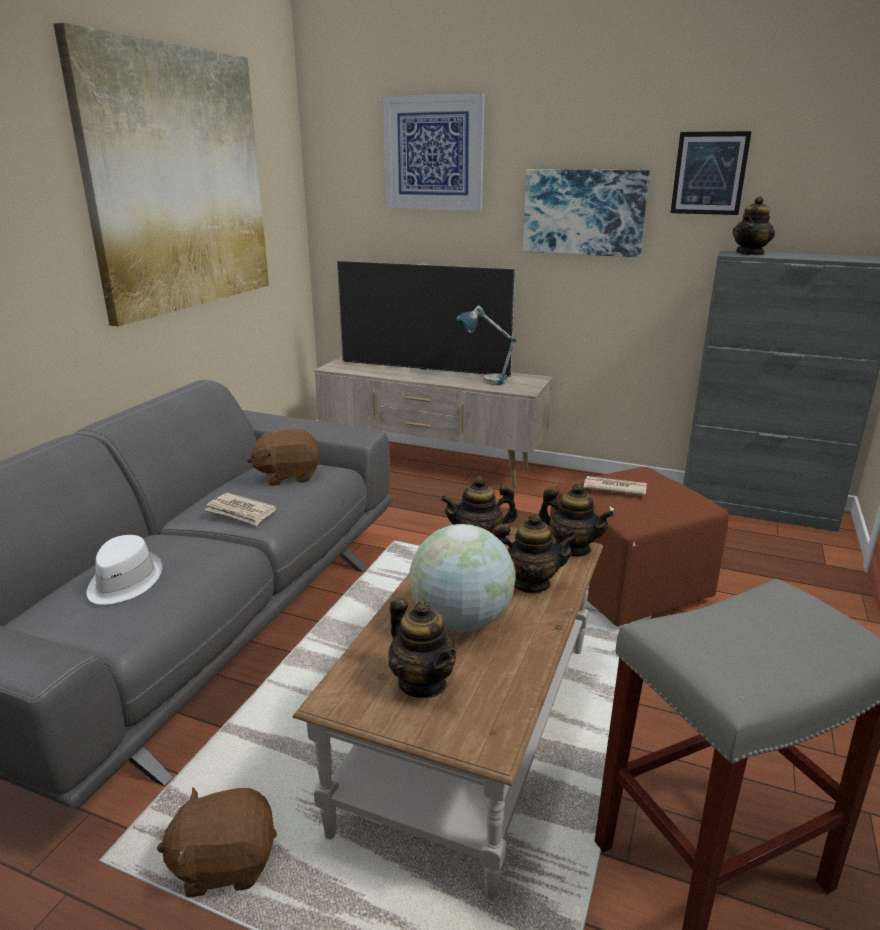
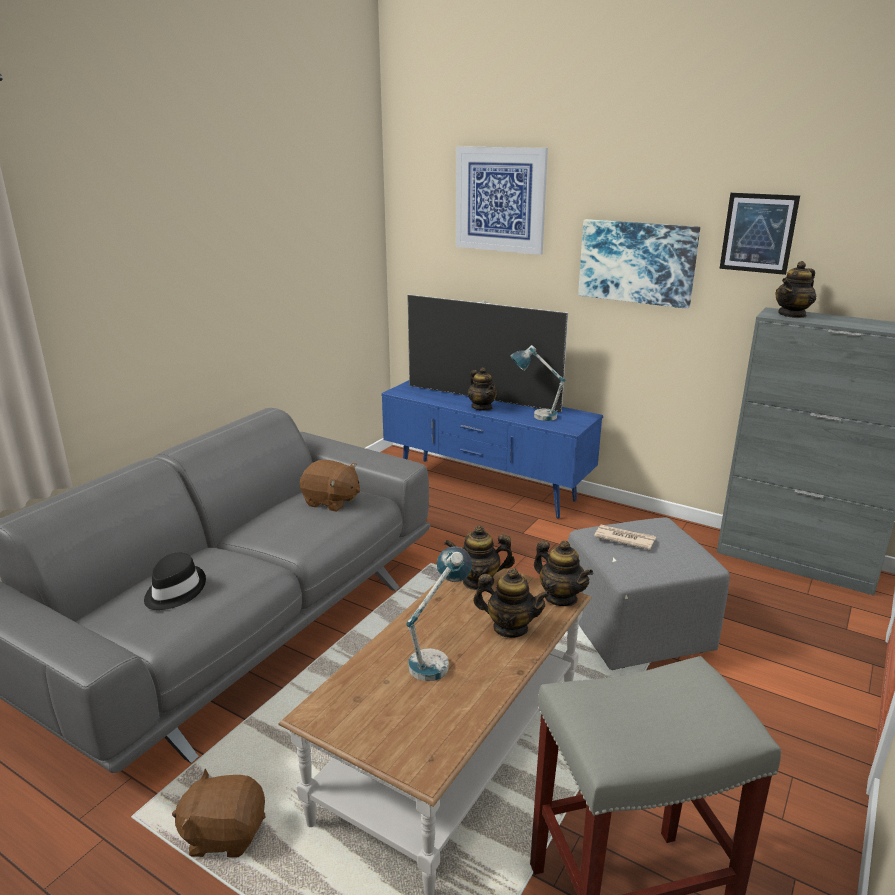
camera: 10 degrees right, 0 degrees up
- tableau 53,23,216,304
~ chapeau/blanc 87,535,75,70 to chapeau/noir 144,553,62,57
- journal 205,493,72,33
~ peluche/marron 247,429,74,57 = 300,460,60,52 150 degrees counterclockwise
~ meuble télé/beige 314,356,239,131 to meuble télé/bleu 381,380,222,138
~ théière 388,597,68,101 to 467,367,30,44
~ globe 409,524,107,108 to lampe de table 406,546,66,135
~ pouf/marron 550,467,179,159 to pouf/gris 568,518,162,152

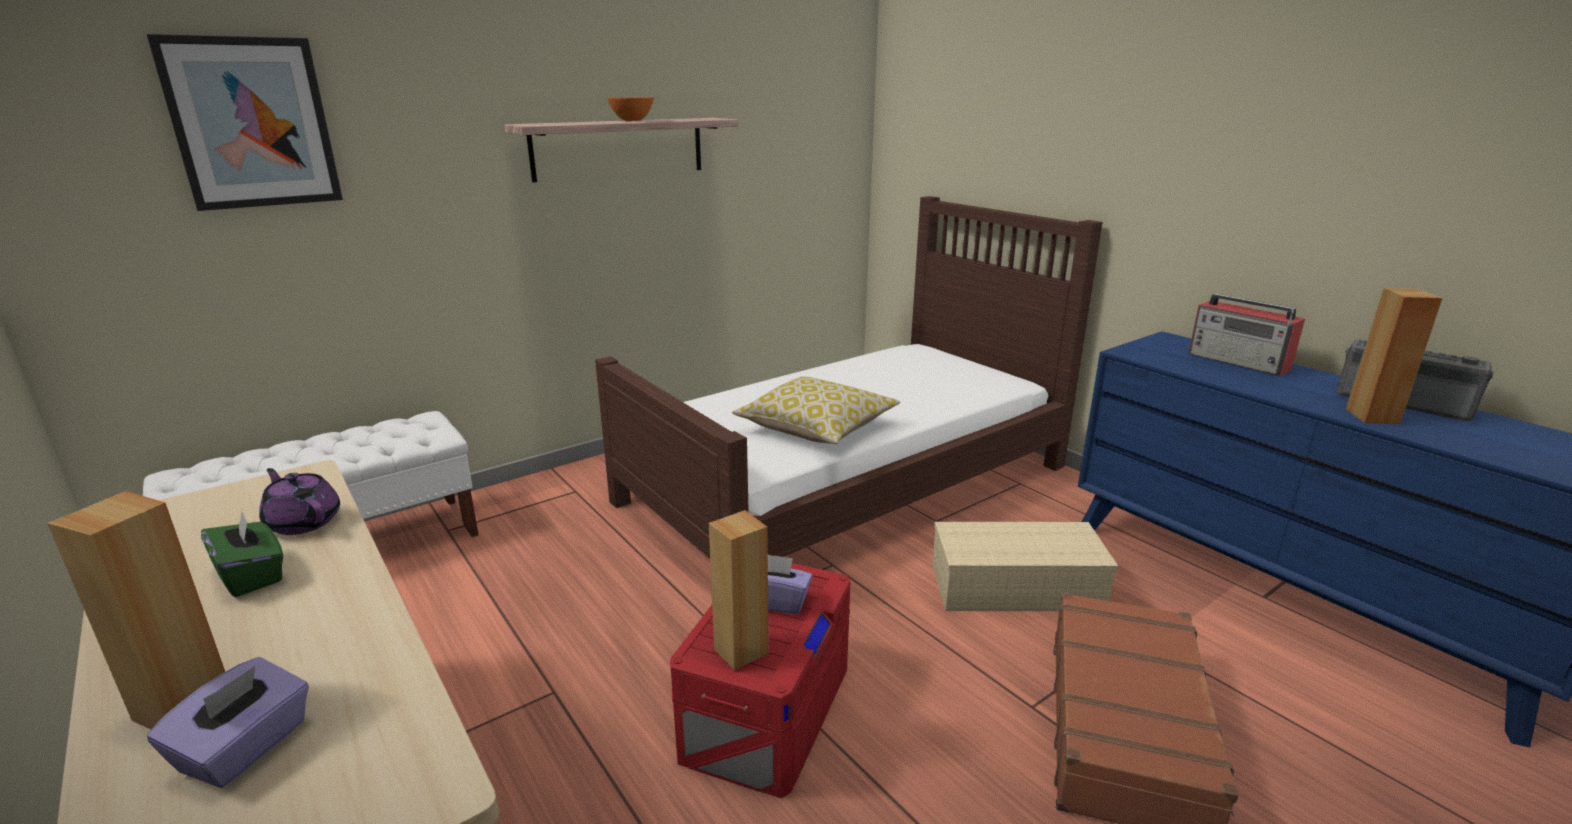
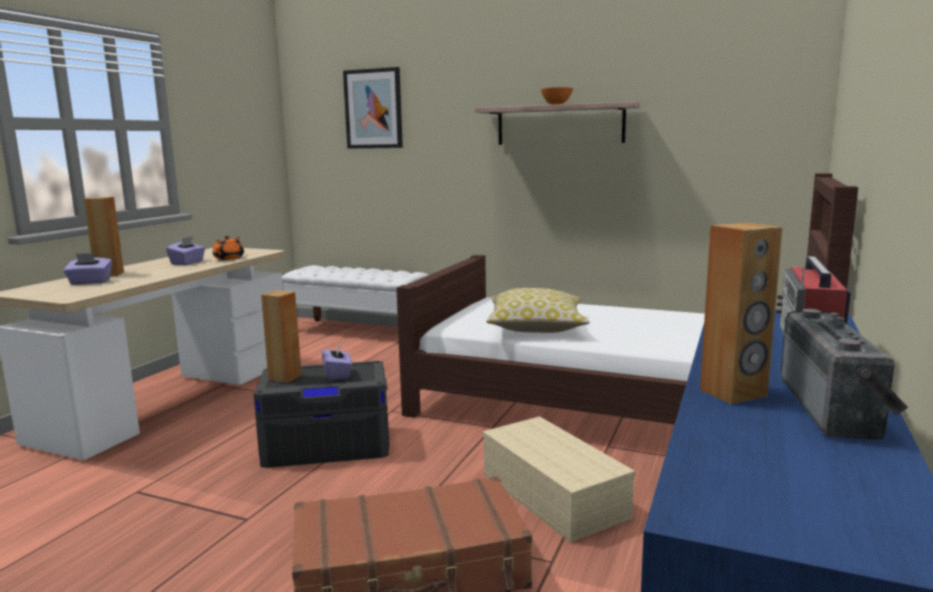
camera: 60 degrees right, 10 degrees down
~ boîte à mouchoirs/vert 201,511,82,86 to boîte à mouchoirs/violet 166,236,39,29
~ théière/violet 259,468,81,67 to théière/orange 213,235,31,25
~ boîte de rangement/rouge 670,563,180,236 to boîte de rangement/gris 253,361,136,107

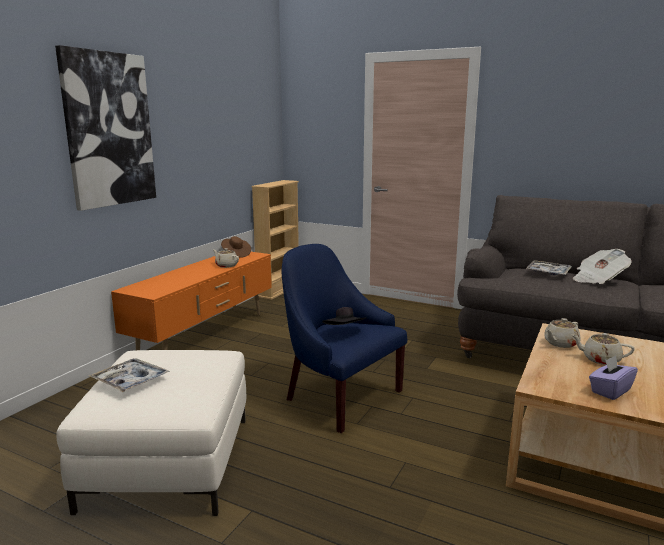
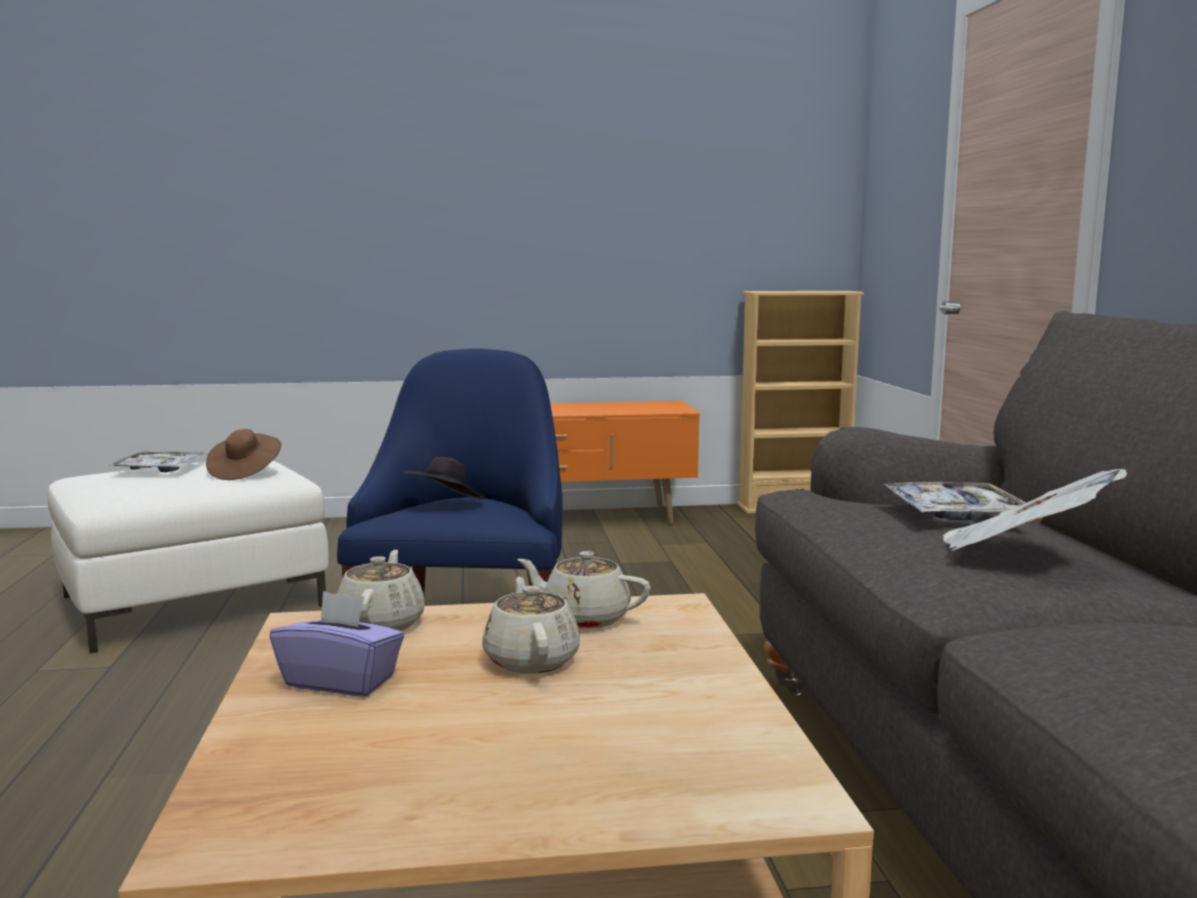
camera: 55 degrees right, 5 degrees down
- tableau 55,45,101,166
~ théière/beige 213,248,26,20 to 337,550,88,81
~ chapeau/marron 221,236,30,22 to 206,429,75,51

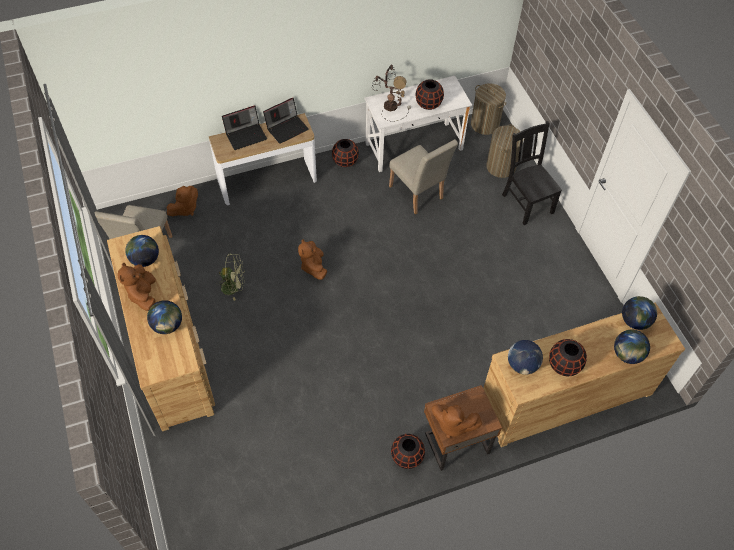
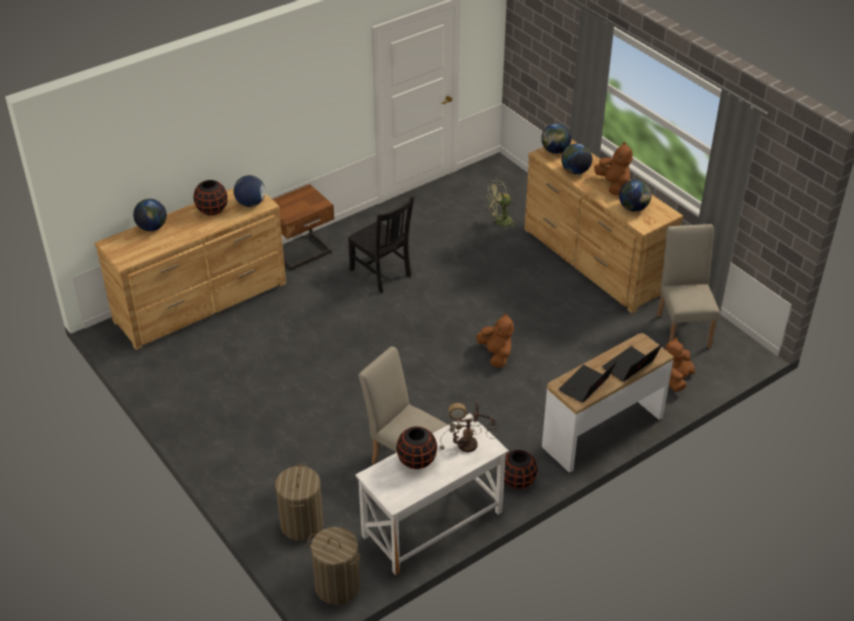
camera: 165 degrees right, 15 degrees down
~ ventilateur/vert 216,254,29,47 to 486,181,32,49
- vase/noir 391,434,34,35
- peluche/marron 432,404,50,34
~ chaise/noir 502,121,60,104 to 348,196,66,97
~ globe 622,296,35,34 to 541,123,31,31

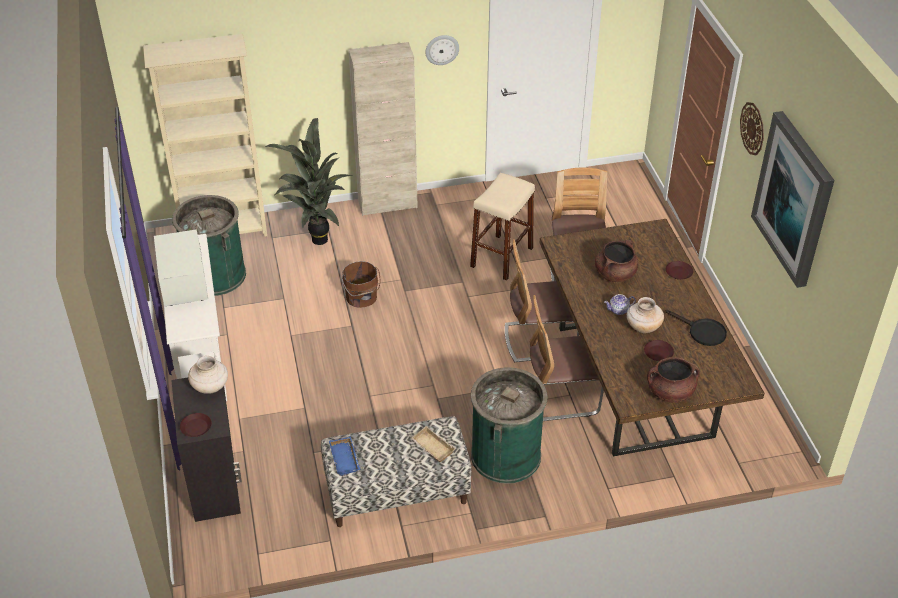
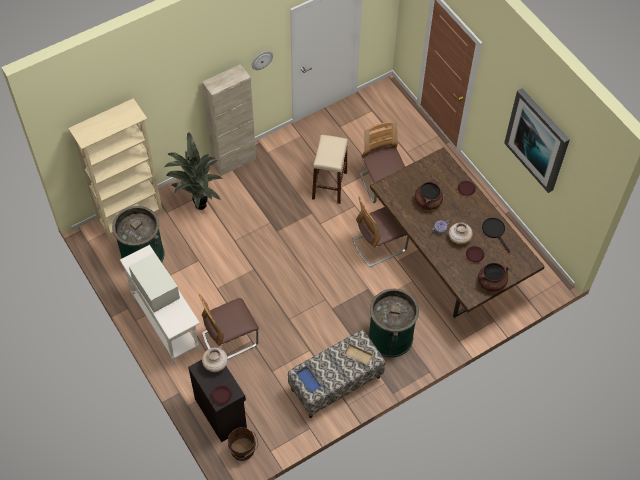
camera: 20 degrees left, 15 degrees up
~ seau/marron 342,261,38,47 to 228,427,30,34
~ chaise 530,295,74,126 to 199,294,60,65
~ poêle/noir 666,310,61,36 = 482,218,28,35 135 degrees counterclockwise
- horloge murale 740,102,24,53

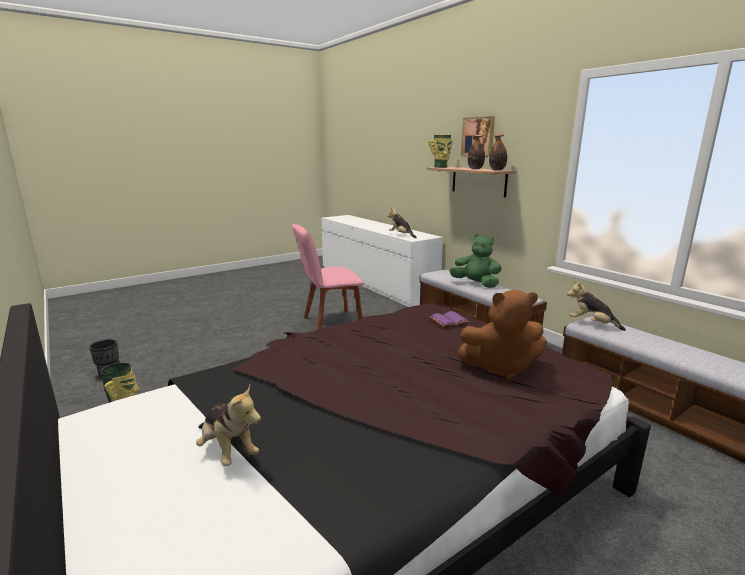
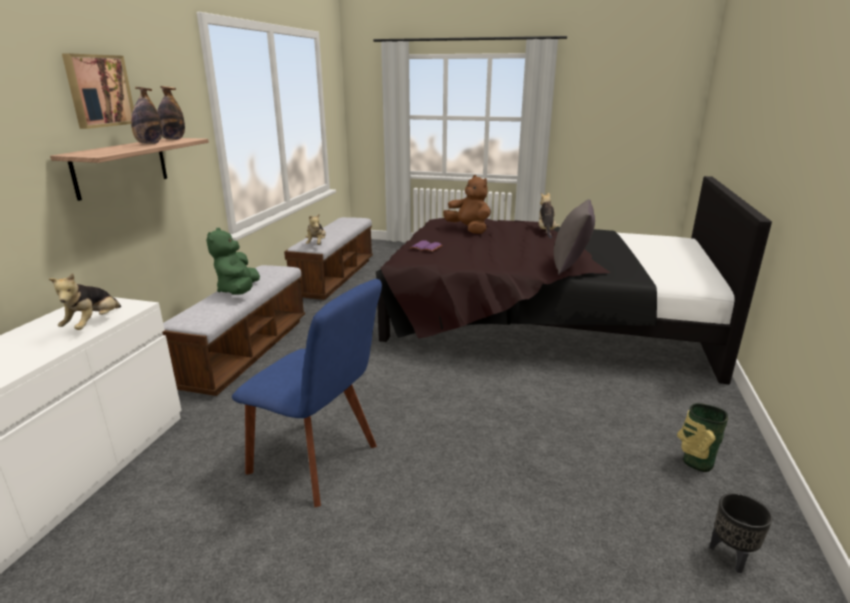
camera: 130 degrees left, 5 degrees up
~ peluche 196,385,65,81 to 539,193,21,46
~ chaise/rose 292,224,72,106 to chaise/bleu 232,279,150,228
- vase 428,135,25,33
+ coussin/gris 554,199,41,76

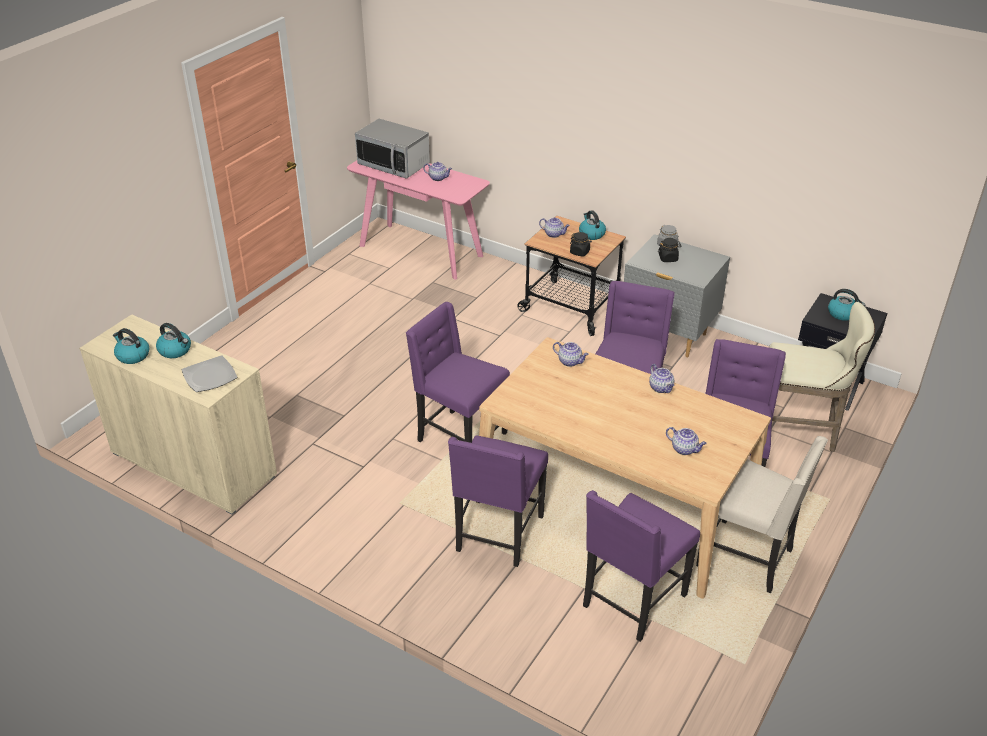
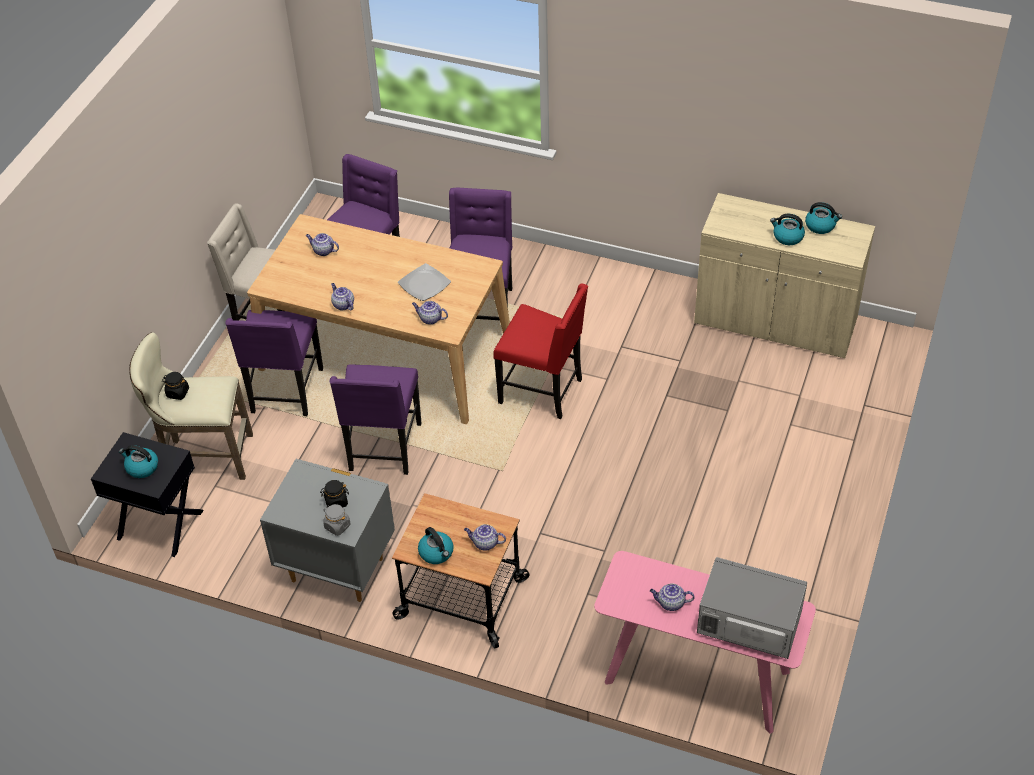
camera: 170 degrees right, 10 degrees up
~ assiette 182,355,56,37 to 398,263,53,38
~ chaise/violet 406,302,104,141 to chaise/rouge 493,284,95,135
~ bocal/noir 570,232,22,25 to 162,372,27,28

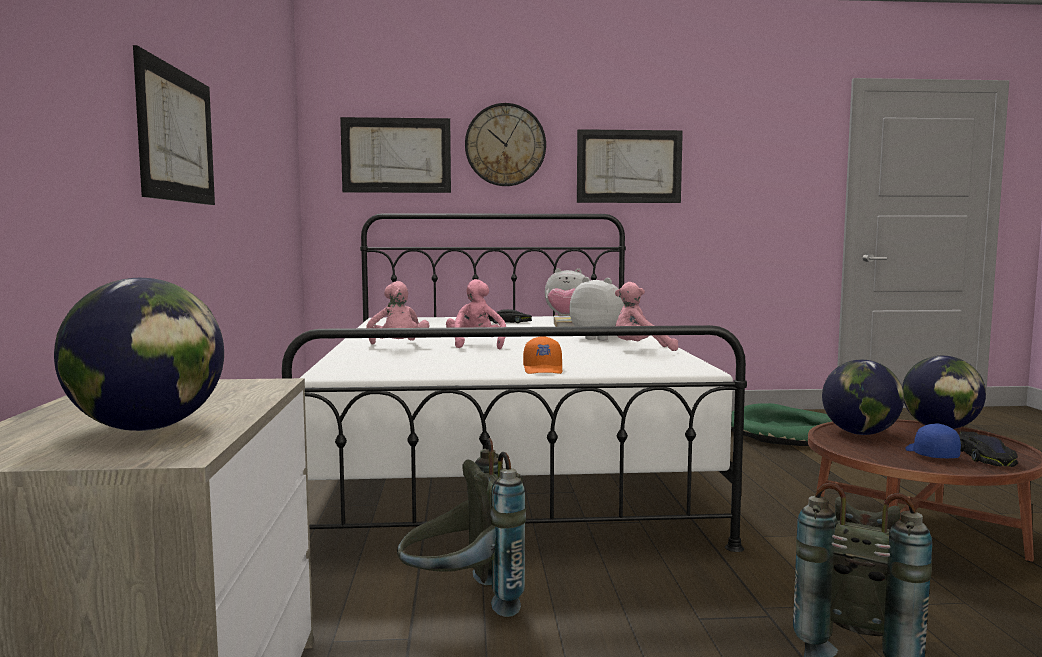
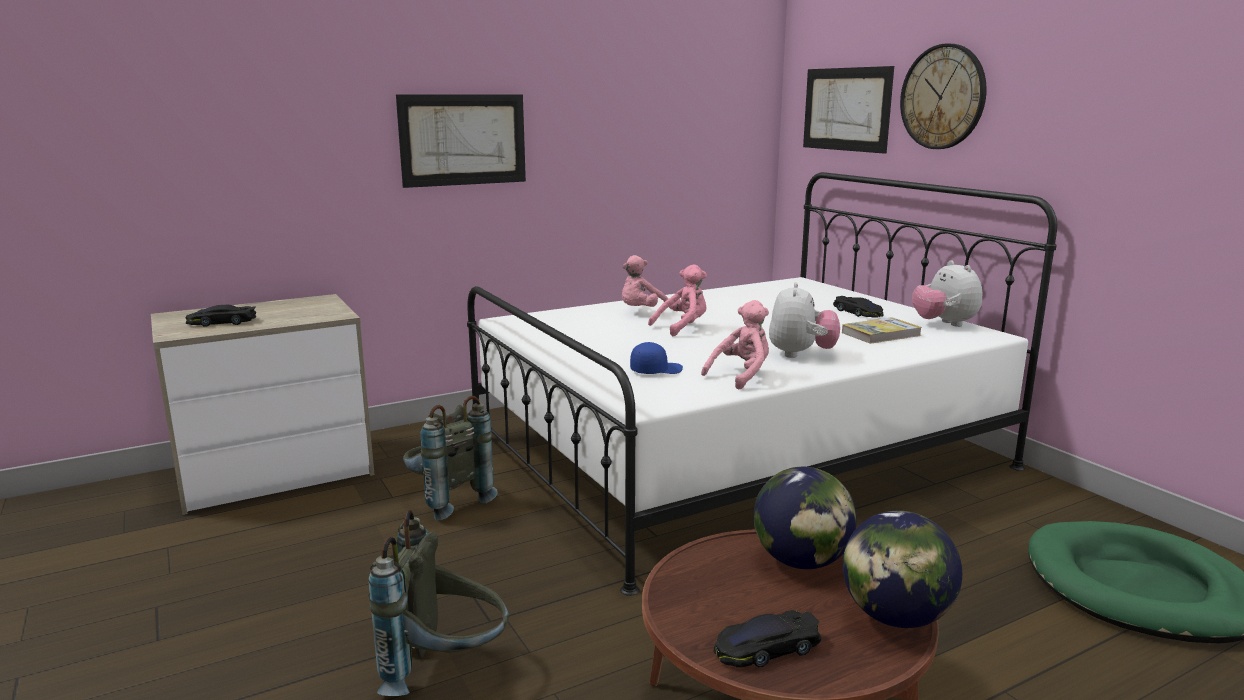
camera: 65 degrees right, 10 degrees up
~ globe 54,278,170,153 to petite voiture/noir 185,305,72,22
- casquette/orange 523,336,39,38
- tableau 577,129,106,74
~ peluche/rose 615,282,63,69 = 701,300,68,90 75 degrees clockwise
~ casquette/bleu 905,424,56,34 to 630,342,53,32

